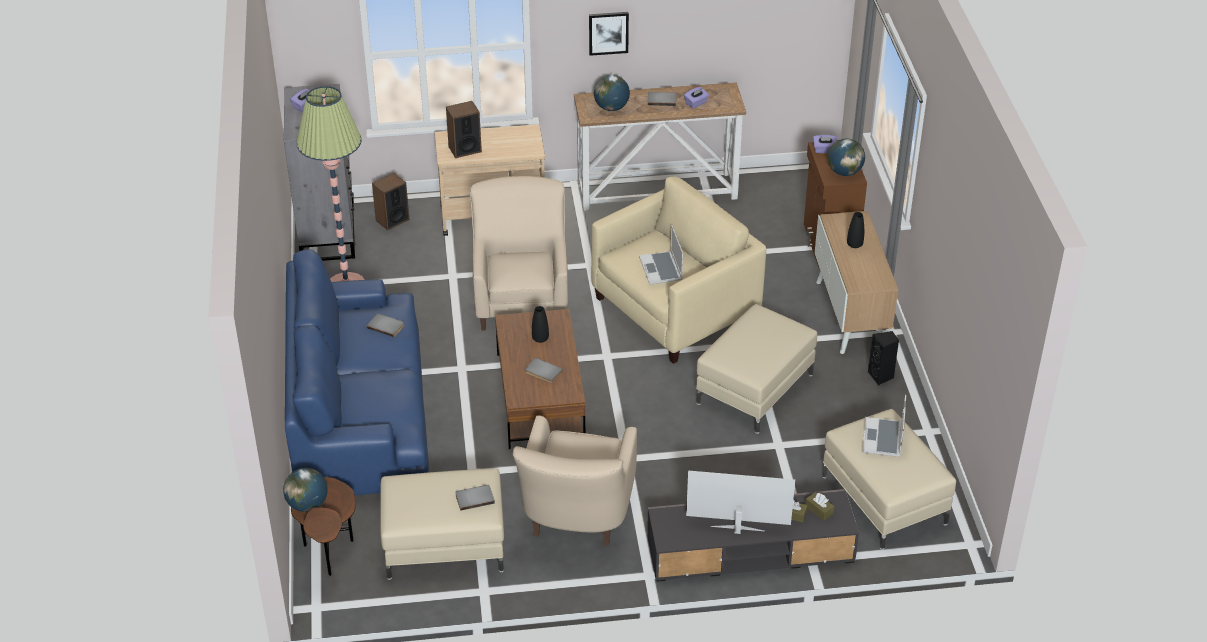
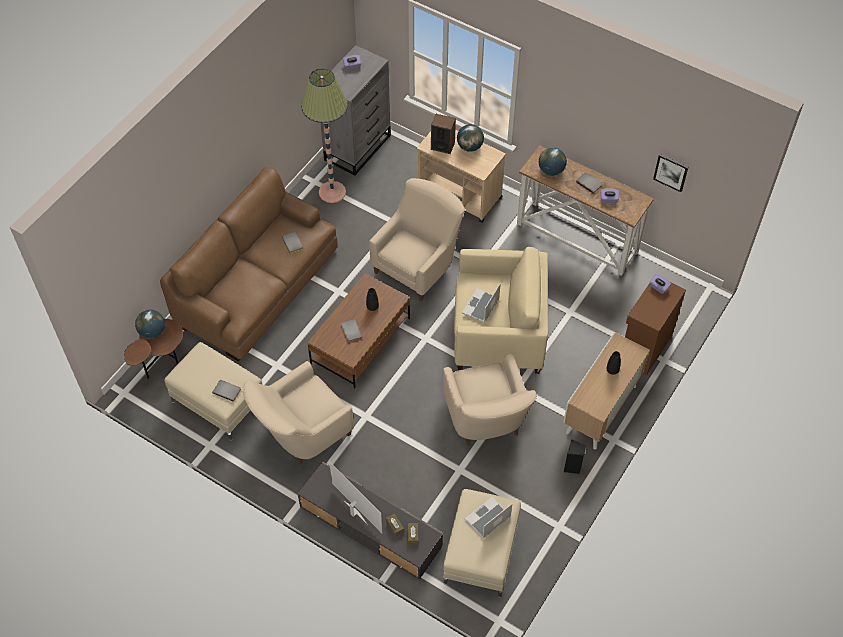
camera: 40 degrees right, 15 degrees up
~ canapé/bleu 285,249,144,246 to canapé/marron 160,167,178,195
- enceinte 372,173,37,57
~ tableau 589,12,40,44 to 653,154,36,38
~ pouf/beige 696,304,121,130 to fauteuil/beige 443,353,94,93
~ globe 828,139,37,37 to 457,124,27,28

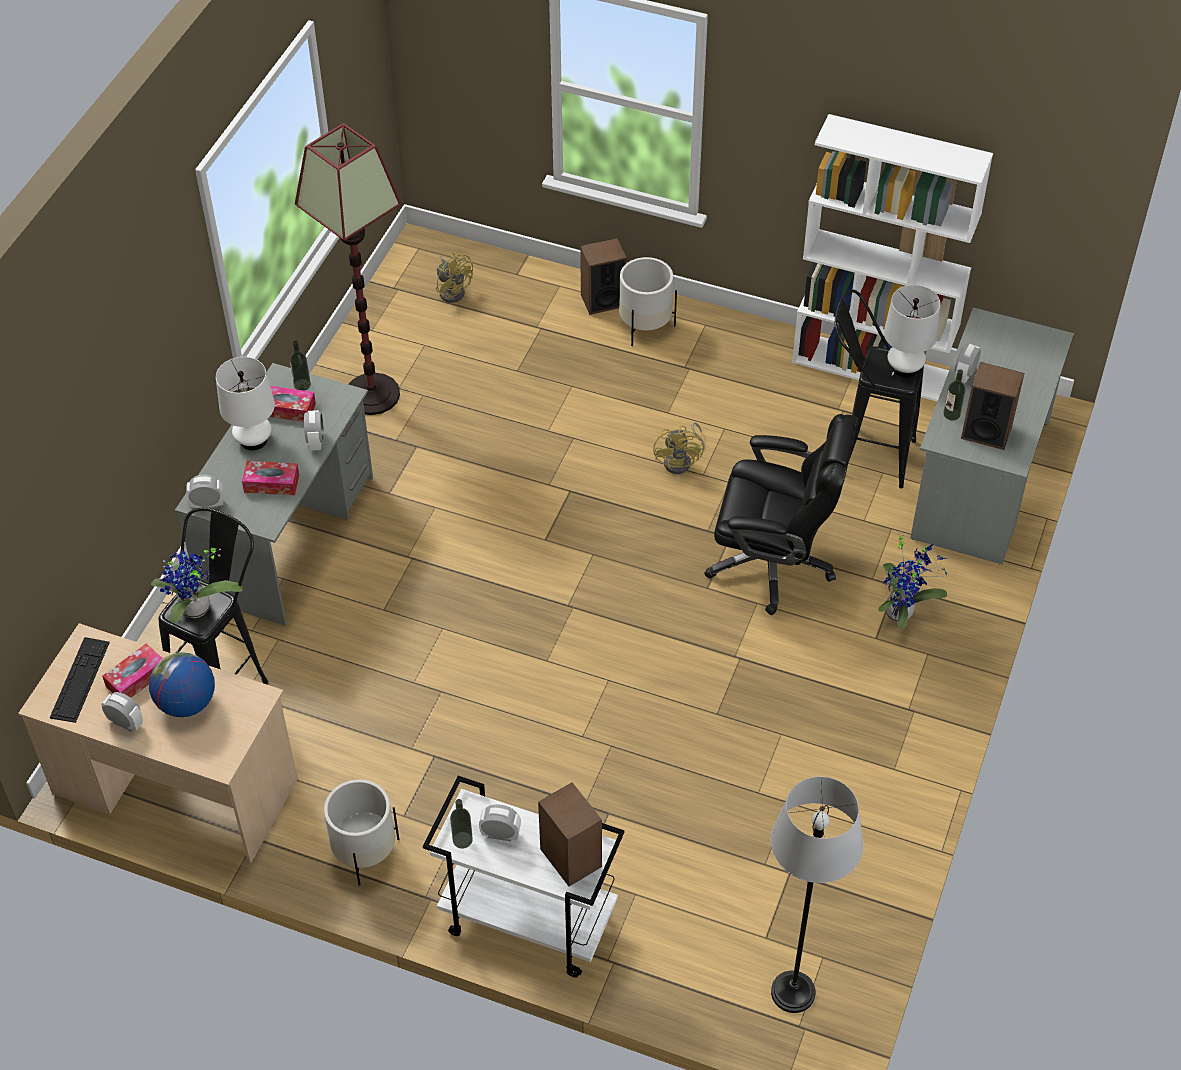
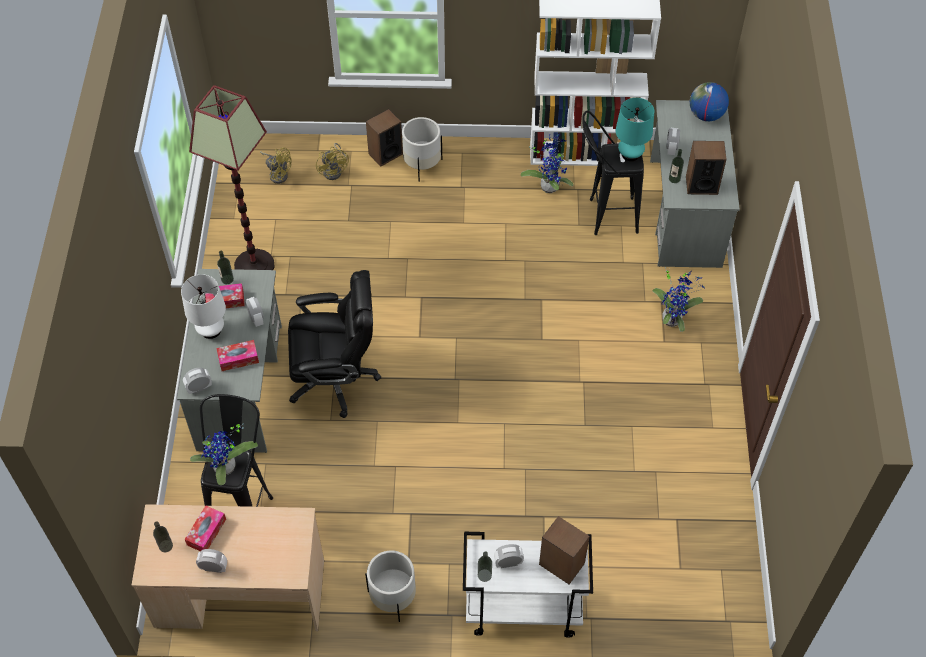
camera: 20 degrees left, 5 degrees up
~ clavier 50,637,60,86 to bouteille 153,521,20,31
~ globe 149,652,66,65 to 690,82,39,39
~ ventilateur/jaune 653,422,52,52 to 316,143,33,37
~ chaise de bureau/noir 704,414,154,201 to 288,270,93,148
- lampadaire/gris 771,776,92,237
~ lampe de table/blanc 884,285,57,93 to lampe de table/turquoise 615,98,39,63
+ plante en pot 521,135,53,58

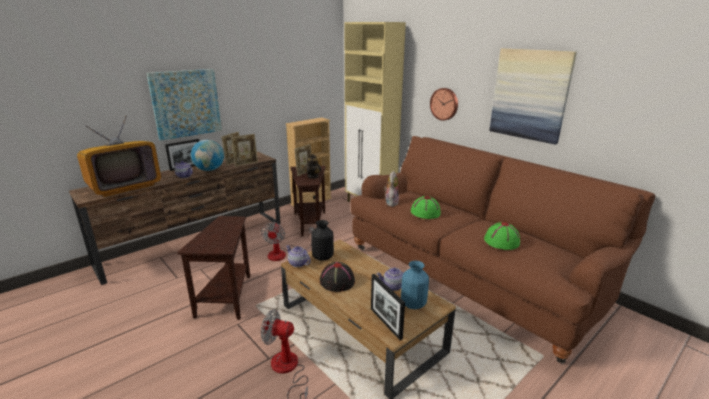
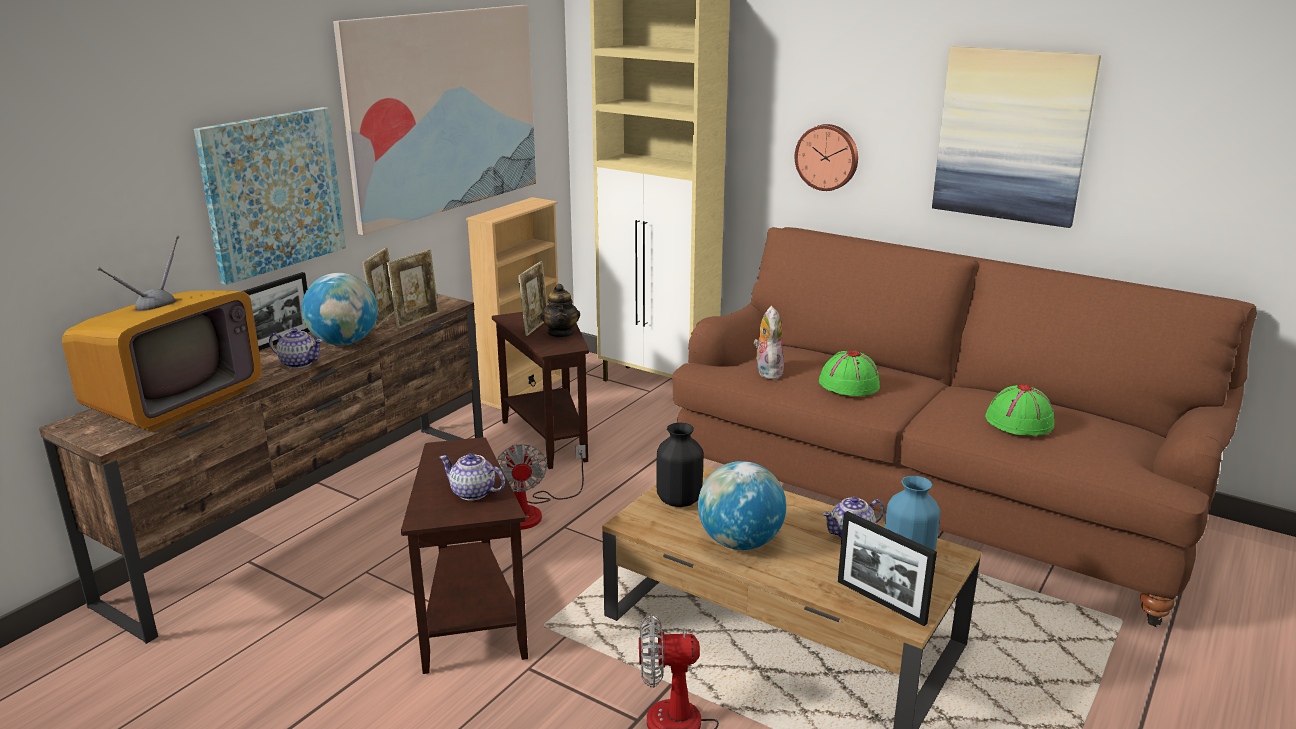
camera: 15 degrees left, 0 degrees up
~ théière 286,245,25,22 to 439,453,66,47
~ chapeau/noir 320,262,35,30 to globe 698,461,88,89
+ tableau 333,5,203,230

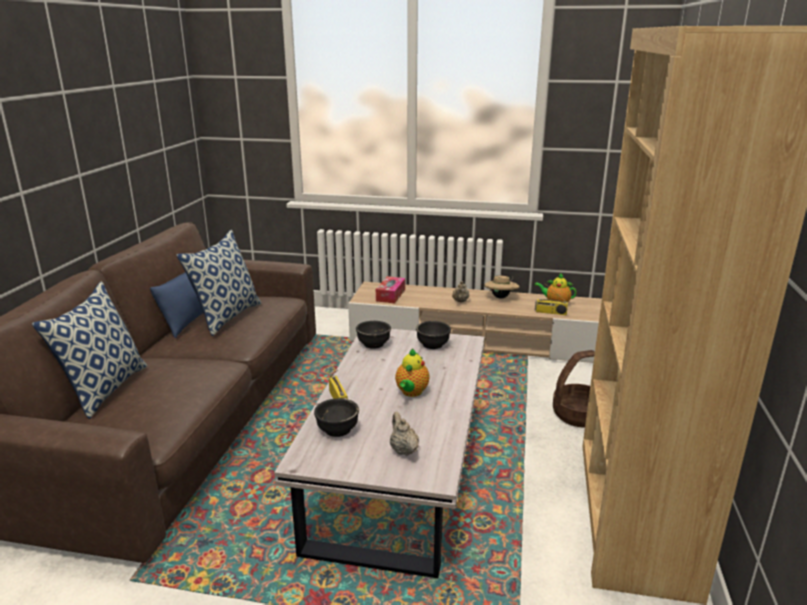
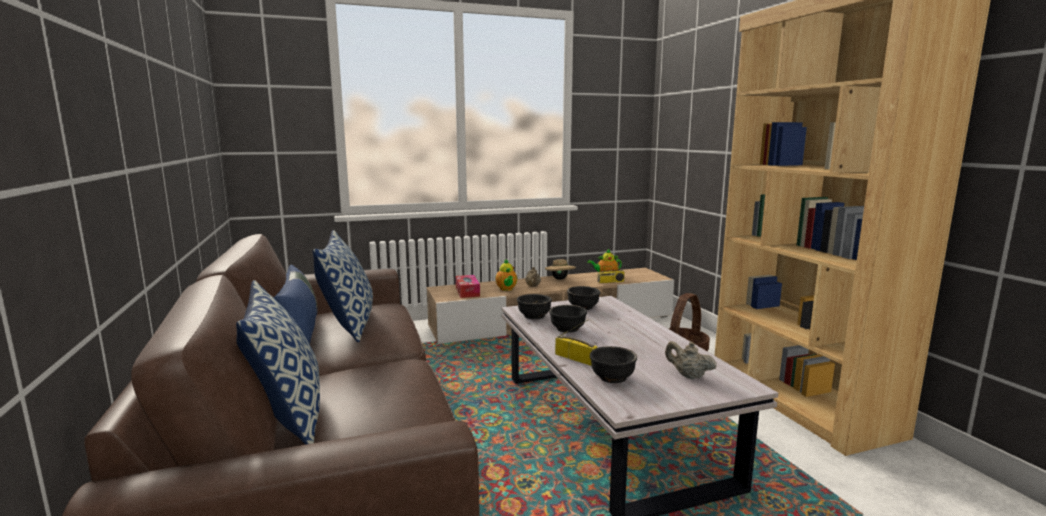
camera: 30 degrees left, 10 degrees down
~ théière 395,349,35,48 to 495,259,22,32
+ bol/noir 549,305,38,28

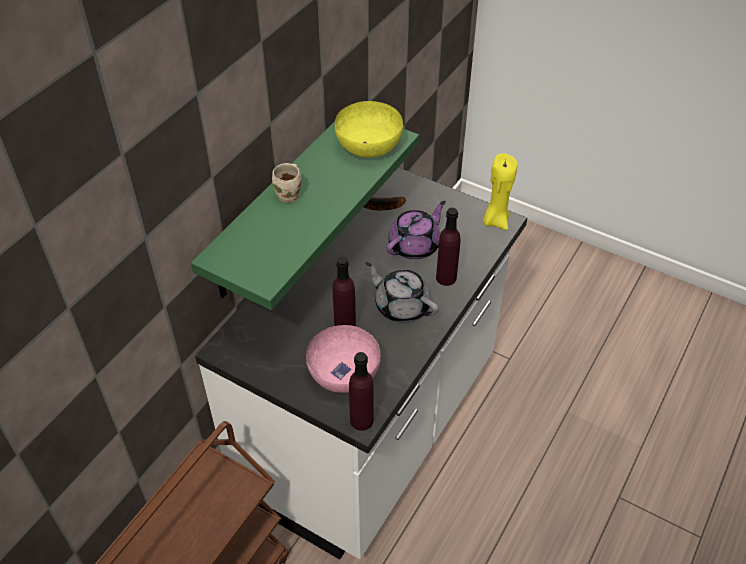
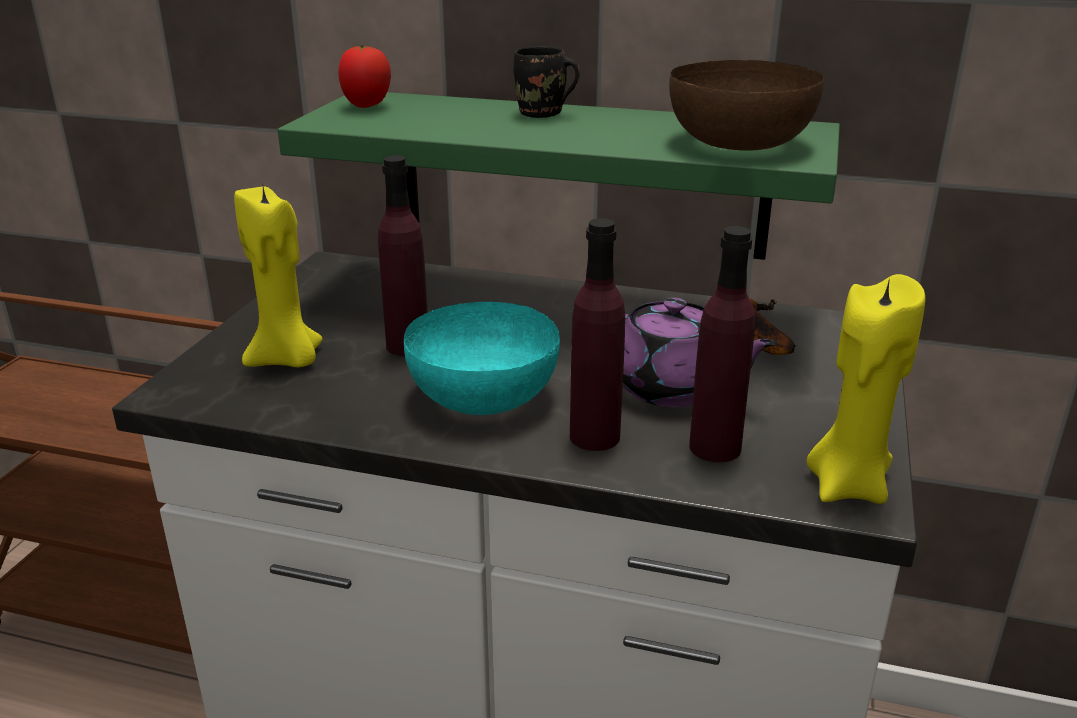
camera: 75 degrees right, 20 degrees down
~ mug/beige 272,163,29,40 to mug/noir 514,46,66,72
~ bol/rose 306,325,75,68 to bougie/jaune 234,182,89,185
~ bol/jaune 335,101,68,57 to bol/marron 669,60,155,91
~ bouteille/violet 349,352,25,79 to 689,226,66,236
~ théière/gris 365,262,74,61 to bol/turquoise 404,302,156,113
+ tomate 338,45,53,63

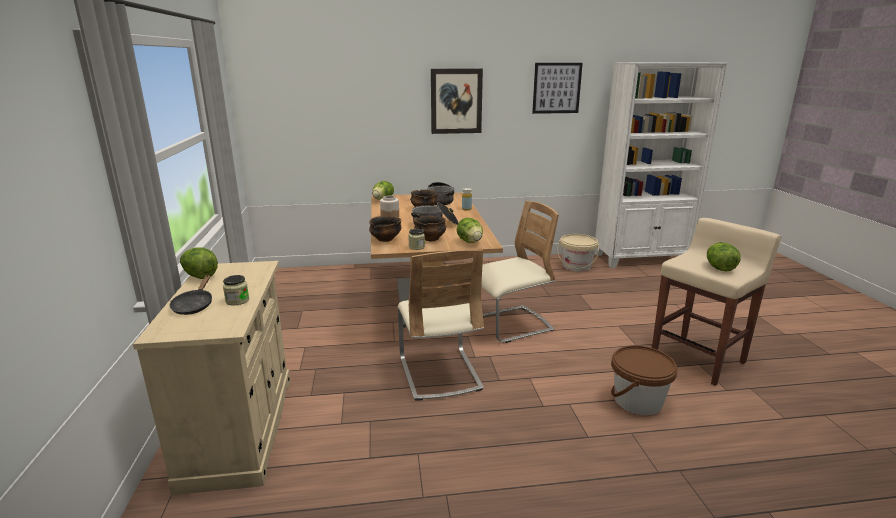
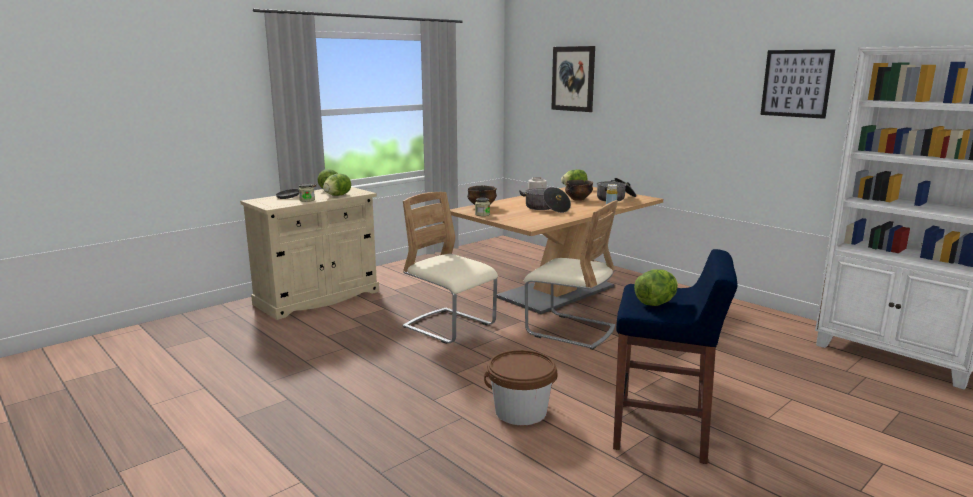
camera: 55 degrees right, 5 degrees down
~ chaise/beige 398,250,86,151 = 403,192,95,152 90 degrees clockwise
- bol 414,216,32,25
~ tableau 431,69,52,65 to 551,46,44,66
~ laitue 457,218,26,25 to 323,173,28,23
- seau/beige 557,234,42,38
~ tabouret/beige 652,218,129,168 to tabouret/bleu 613,249,125,215

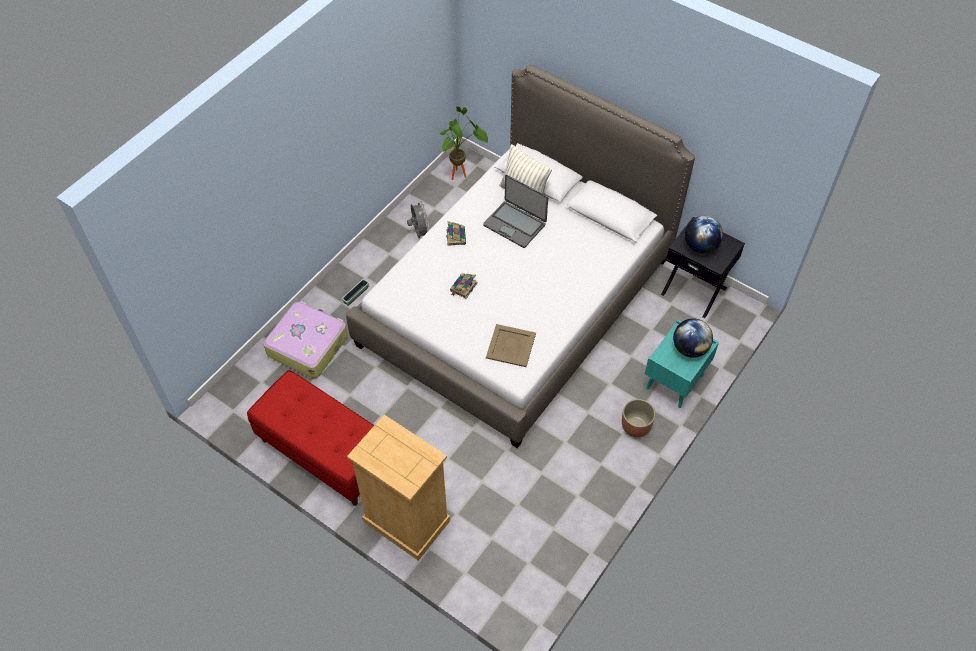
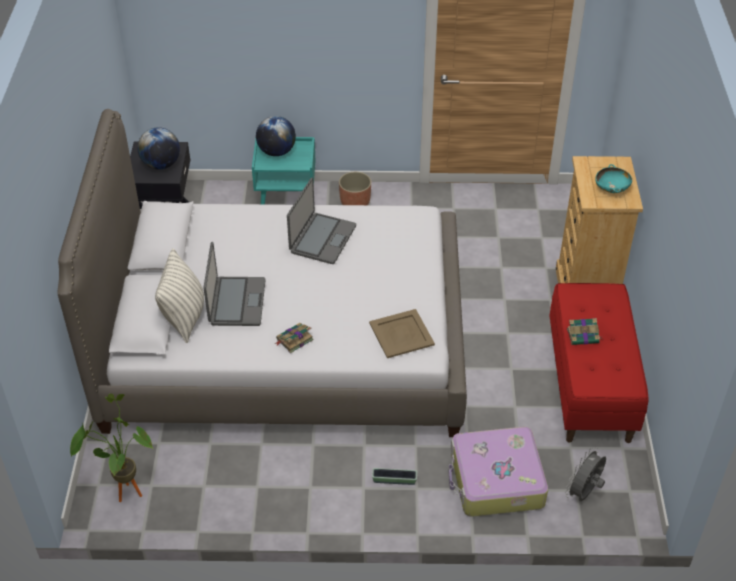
camera: 125 degrees left, 10 degrees down
~ ventilateur/gris 407,200,23,39 to 565,447,41,54
~ livre 450,273,27,26 to 567,318,36,27
~ plateau/beige 486,324,50,43 to 369,309,66,49
+ ordinateur portable 287,178,69,86
+ bol/turquoise 595,164,37,29

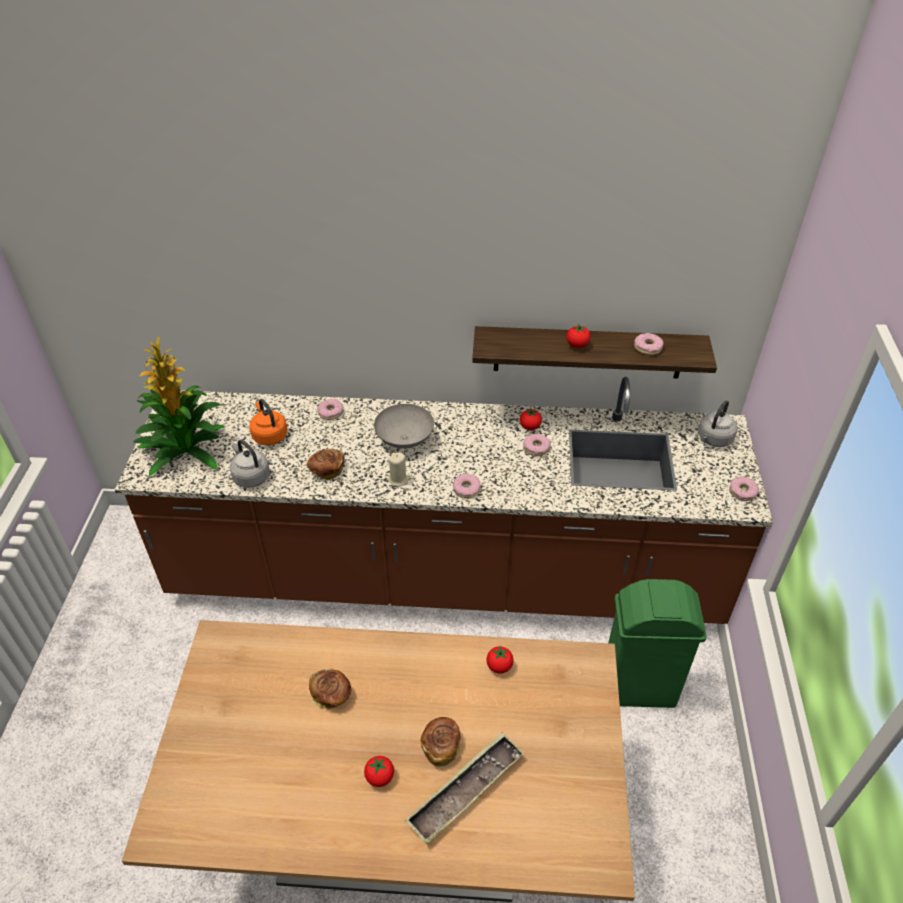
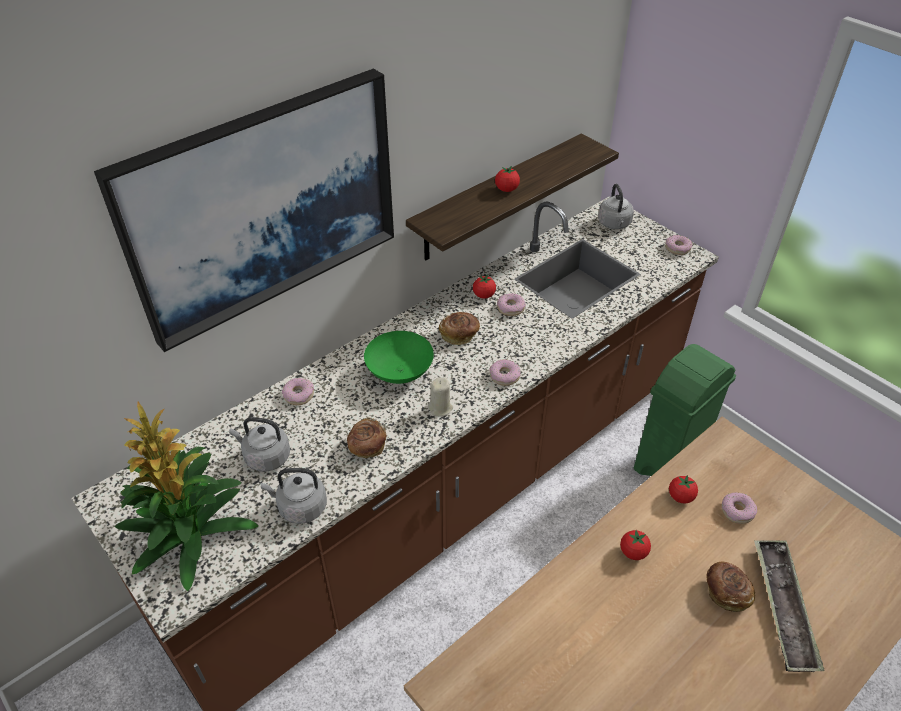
camera: 45 degrees left, 0 degrees up
~ bouilloire/orange 249,399,38,47 to bouilloire/gris 229,417,61,55
~ pain 309,669,42,40 to 439,312,41,33
~ tomate 364,756,30,31 to 620,530,31,30
~ bol/gris 374,404,60,45 to bol/vert 364,331,70,53
~ beignet 634,333,30,22 to 721,492,36,32
+ tableau 94,69,300,283

